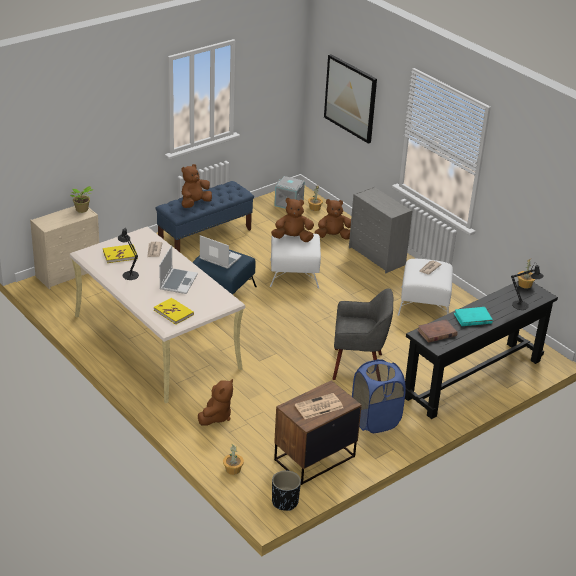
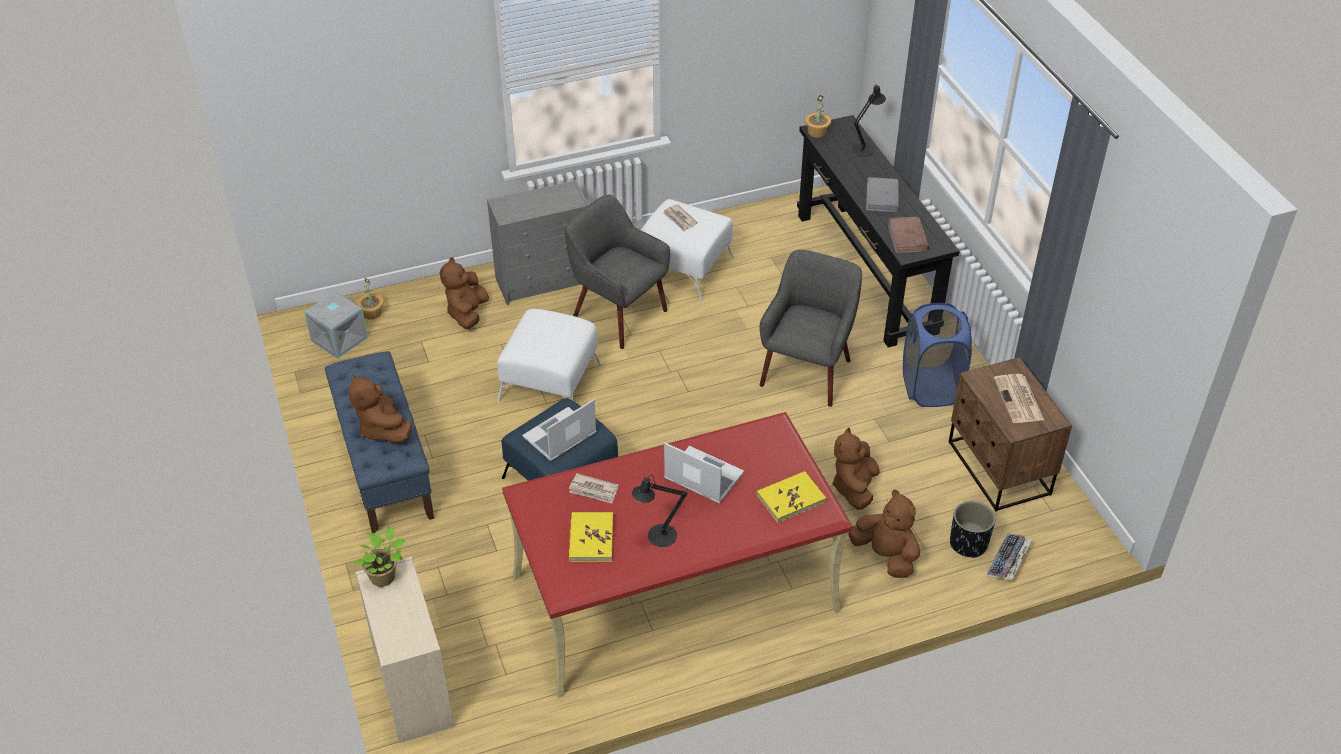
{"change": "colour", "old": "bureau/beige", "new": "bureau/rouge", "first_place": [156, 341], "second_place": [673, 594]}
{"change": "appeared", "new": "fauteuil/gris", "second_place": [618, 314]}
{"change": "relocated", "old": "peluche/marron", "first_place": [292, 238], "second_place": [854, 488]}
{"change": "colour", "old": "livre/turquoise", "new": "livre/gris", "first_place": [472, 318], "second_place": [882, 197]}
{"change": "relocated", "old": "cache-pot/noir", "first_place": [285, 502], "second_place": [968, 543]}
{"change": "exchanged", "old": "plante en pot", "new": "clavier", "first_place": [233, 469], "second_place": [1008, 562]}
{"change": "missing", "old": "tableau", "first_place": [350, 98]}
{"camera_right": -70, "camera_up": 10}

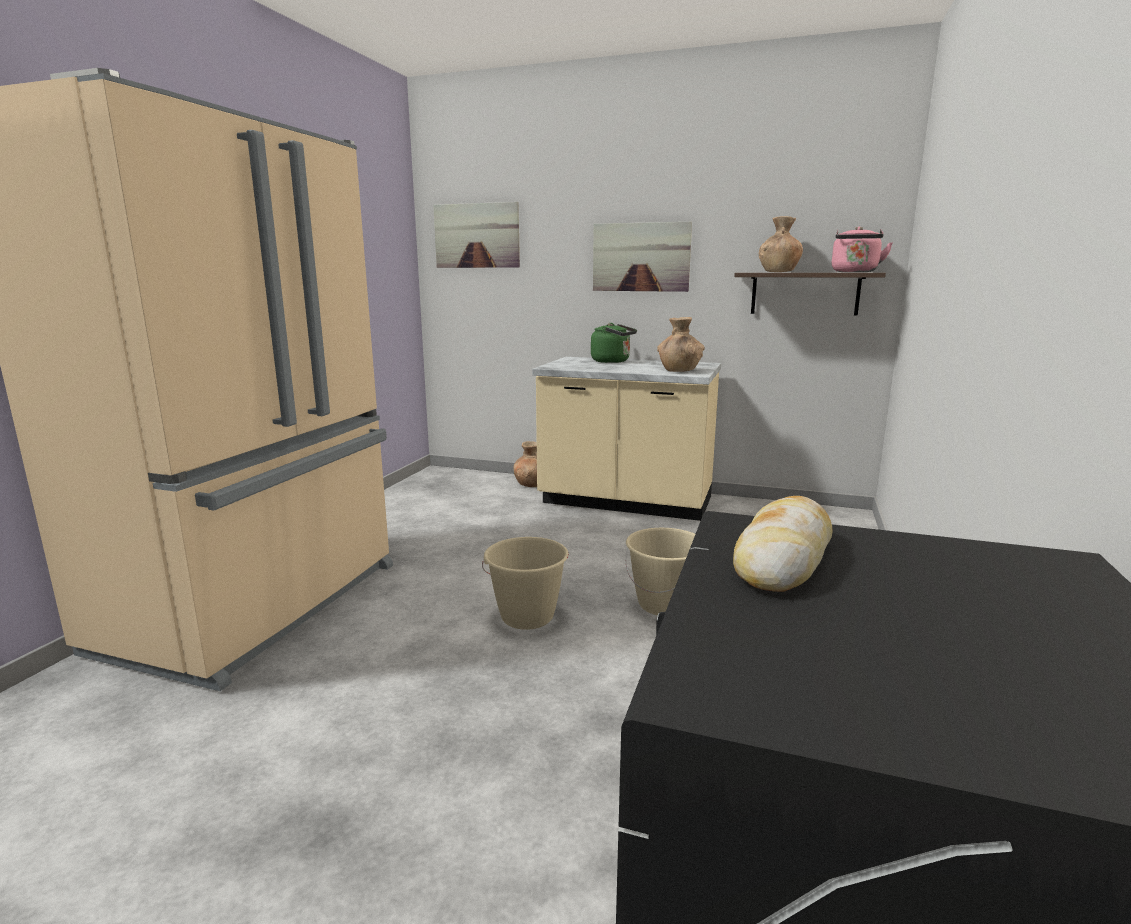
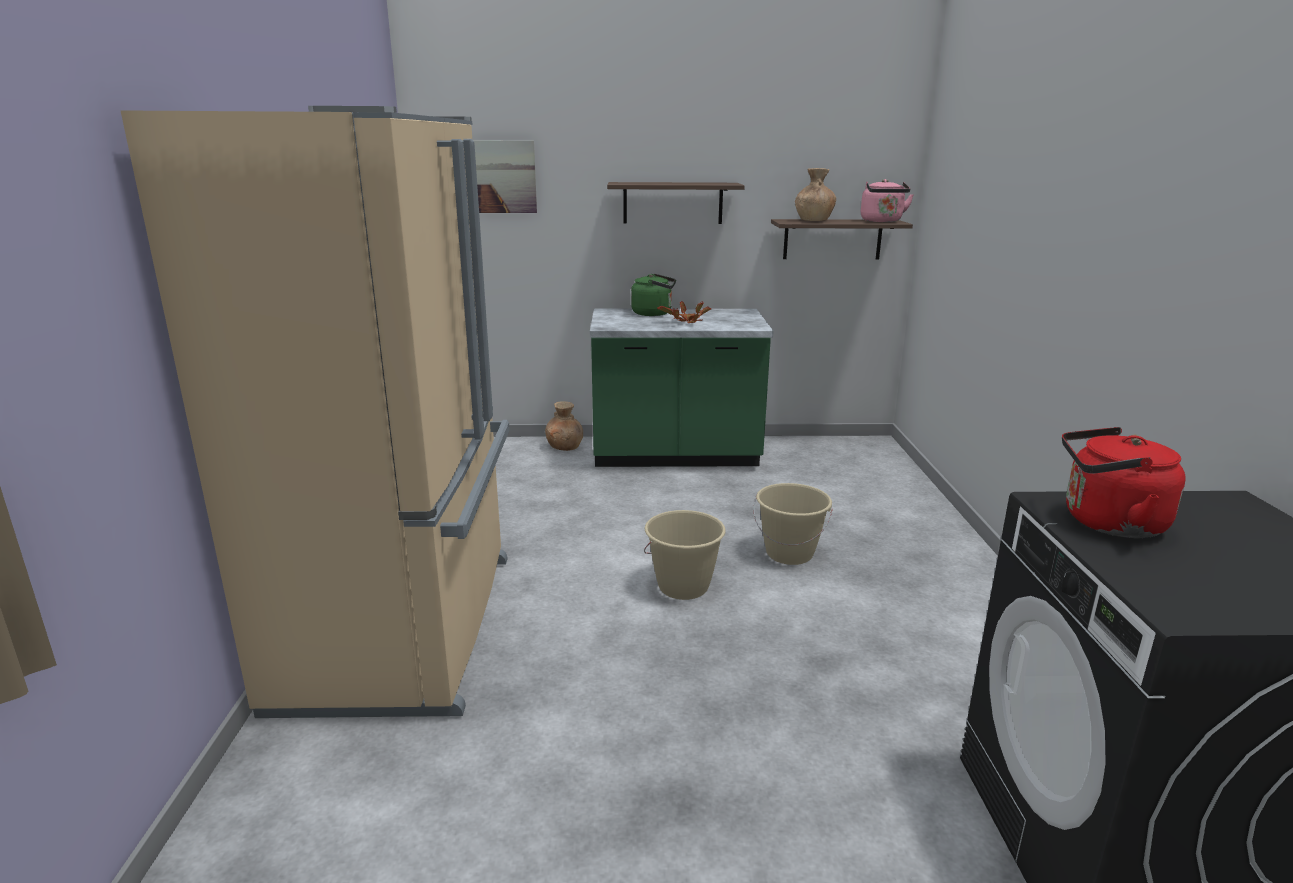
{"change": "colour", "old": "comptoir de cuisine/beige", "new": "comptoir de cuisine/vert", "first_place": [625, 502], "second_place": [675, 455]}
{"change": "exchanged", "old": "tableau", "new": "étagère", "first_place": [641, 257], "second_place": [673, 203]}
{"change": "appeared", "new": "plante en pot", "second_place": [686, 322]}
{"change": "exchanged", "old": "pain", "new": "bouilloire/rouge", "first_place": [784, 558], "second_place": [1107, 523]}
{"change": "missing", "old": "vase/marron", "first_place": [679, 370]}
{"camera_right": -20, "camera_up": 5}

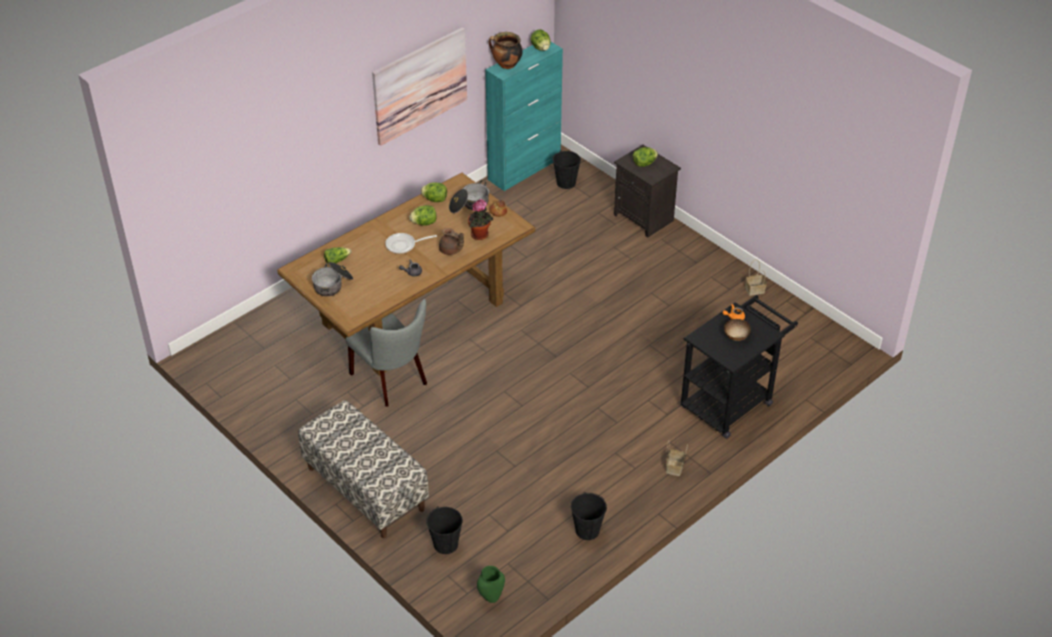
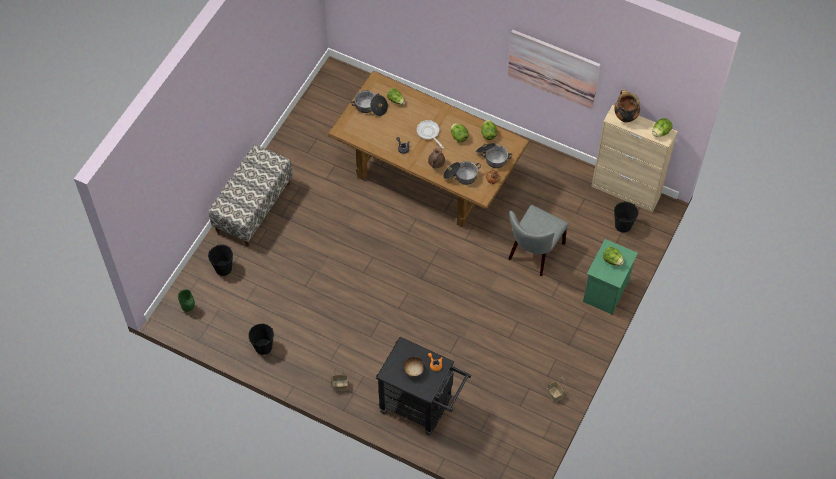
{"change": "exchanged", "old": "plante en pot", "new": "marmite", "first_place": [480, 235], "second_place": [461, 176]}
{"change": "relocated", "old": "chaise/gris", "first_place": [392, 381], "second_place": [534, 253]}
{"change": "colour", "old": "table de chevet/noir", "new": "table de chevet/vert", "first_place": [645, 218], "second_place": [606, 293]}
{"change": "colour", "old": "meuble de rangement/turquoise", "new": "meuble de rangement/beige", "first_place": [525, 169], "second_place": [626, 191]}
{"camera_right": 70, "camera_up": 15}

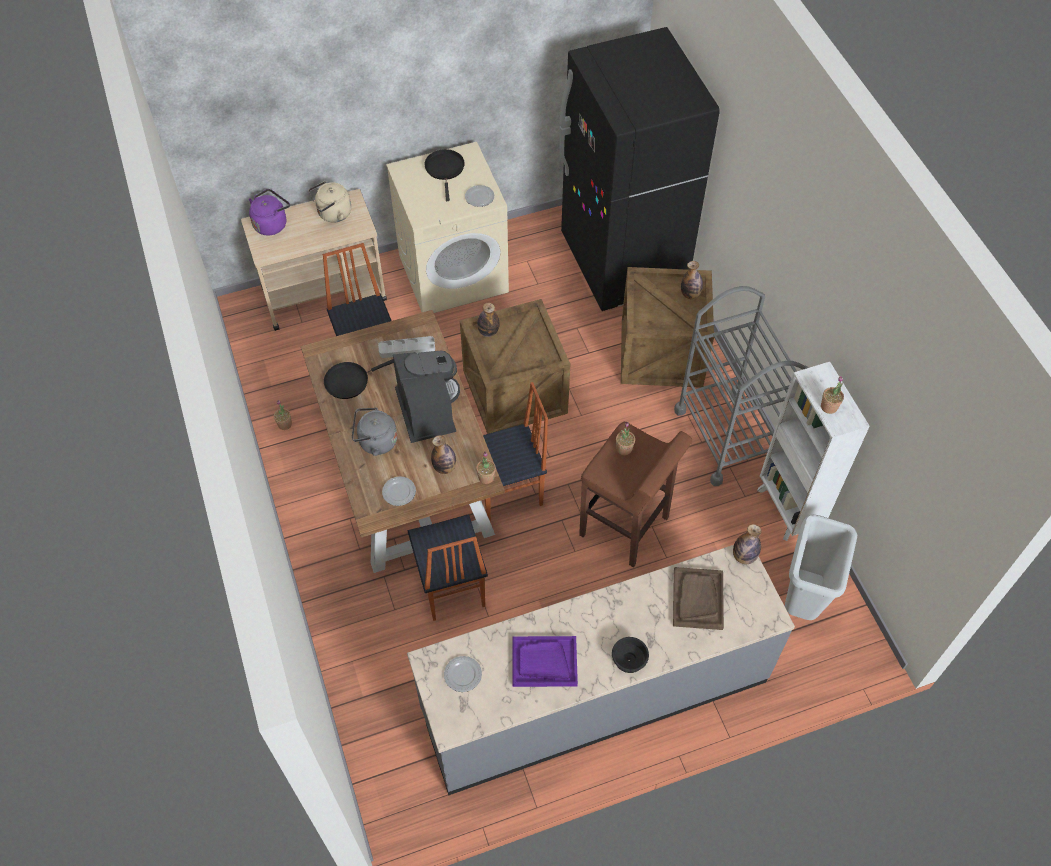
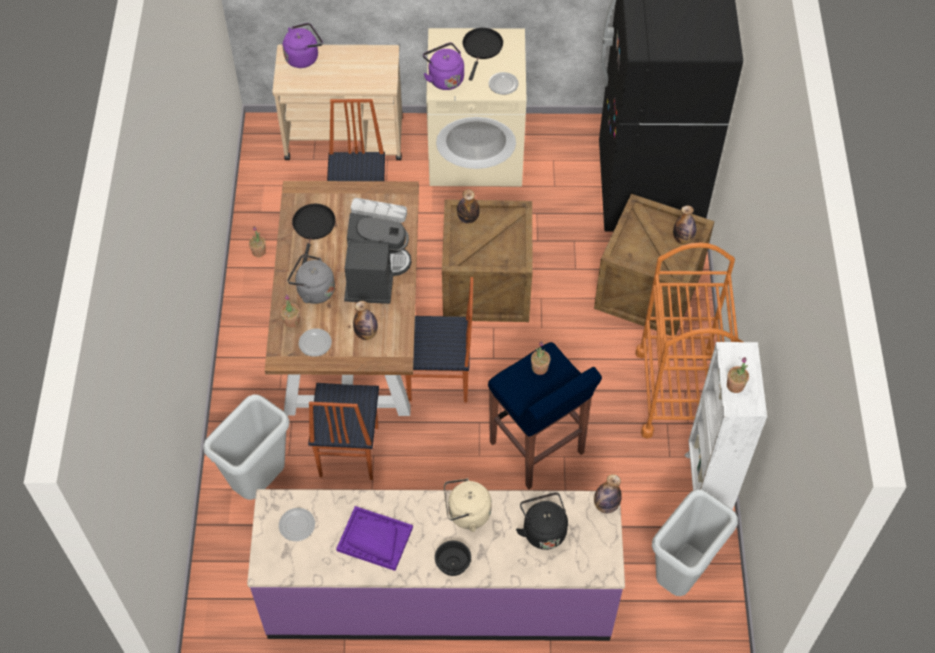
{"change": "appeared", "new": "poubelle/gris", "second_place": [259, 481]}
{"change": "colour", "old": "comptoir de cuisine/gris", "new": "comptoir de cuisine/violet", "first_place": [594, 695], "second_place": [439, 595]}
{"change": "relocated", "old": "plante en pot", "first_place": [486, 477], "second_place": [291, 321]}
{"change": "spun", "old": "poêle/noir", "first_place": [349, 381], "second_place": [313, 226], "degrees": 105}
{"change": "appeared", "new": "bouilloire/violet", "second_place": [444, 78]}
{"change": "relocated", "old": "bouilloire/beige", "first_place": [332, 214], "second_place": [466, 514]}
{"change": "colour", "old": "tabouret/marron", "new": "tabouret/bleu", "first_place": [625, 527], "second_place": [537, 449]}
{"change": "exchanged", "old": "plateau/marron", "new": "bouilloire/noir", "first_place": [697, 599], "second_place": [543, 530]}
{"change": "colour", "old": "chariot/gris", "new": "chariot/orange", "first_place": [727, 436], "second_place": [677, 392]}
{"camera_right": 20, "camera_up": 0}

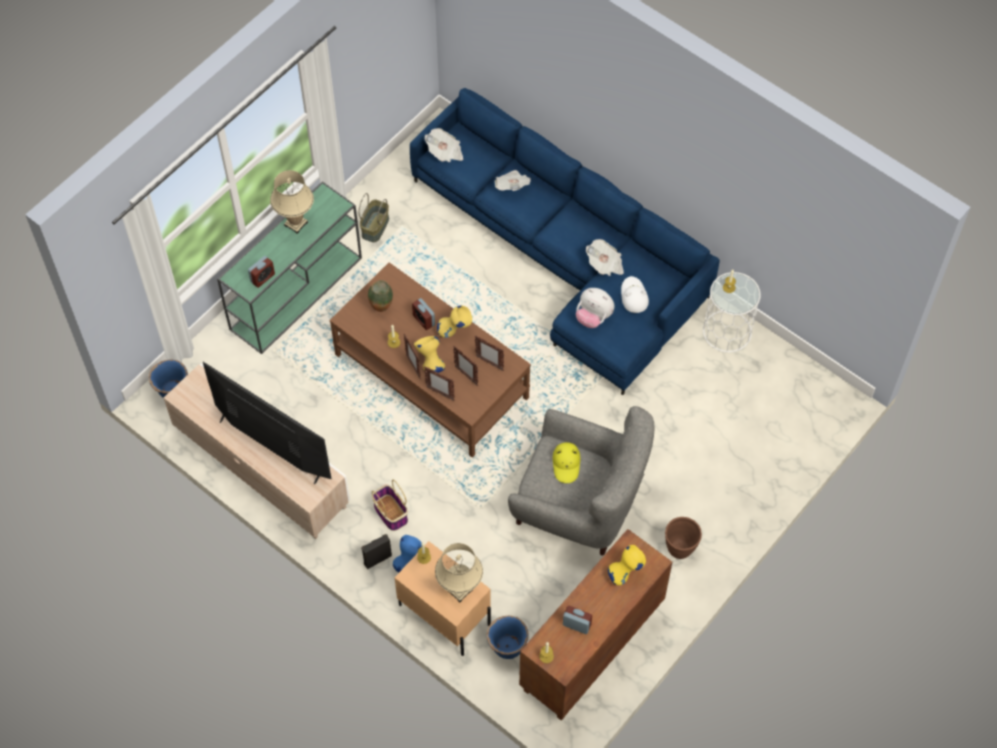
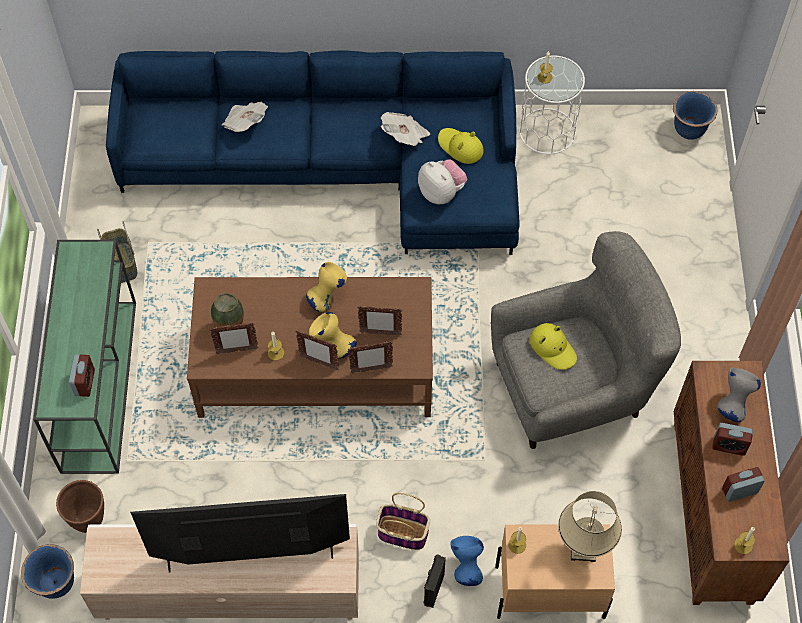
{"change": "relocated", "old": "cache-pot/marron", "first_place": [680, 549], "second_place": [88, 519]}
{"change": "relocated", "old": "cadre photo", "first_place": [489, 363], "second_place": [237, 350]}
{"change": "spun", "old": "peluche", "first_place": [593, 317], "second_place": [441, 192], "degrees": -120}
{"change": "colour", "old": "chapeau/blanc", "new": "chapeau/jaune", "first_place": [634, 296], "second_place": [460, 147]}
{"change": "relocated", "old": "cache-pot/bleu", "first_place": [507, 647], "second_place": [689, 130]}
{"change": "relocated", "old": "réveil", "first_place": [424, 320], "second_place": [729, 446]}
{"change": "colour", "old": "vase/jaune", "new": "vase/gris", "first_place": [625, 573], "second_place": [732, 404]}
{"change": "missing", "old": "lampe de table/beige", "first_place": [296, 223]}
{"change": "missing", "old": "journal", "first_place": [445, 152]}
{"camera_right": -40, "camera_up": 0}

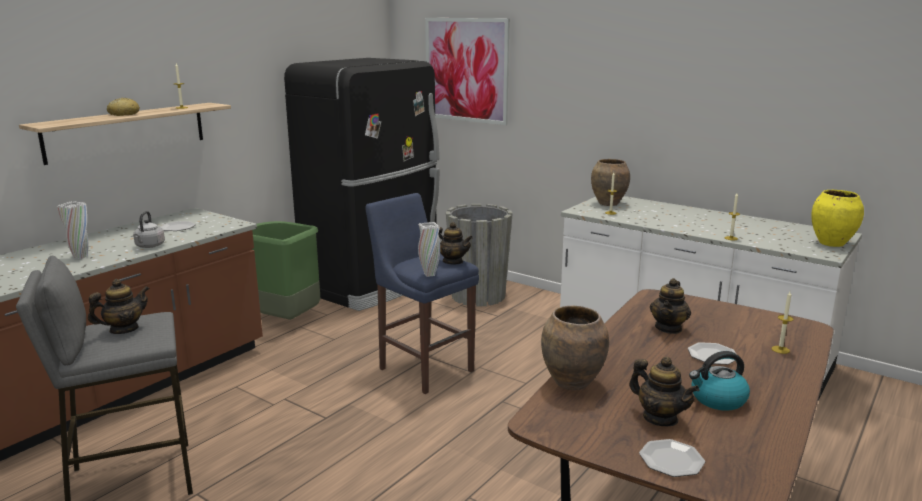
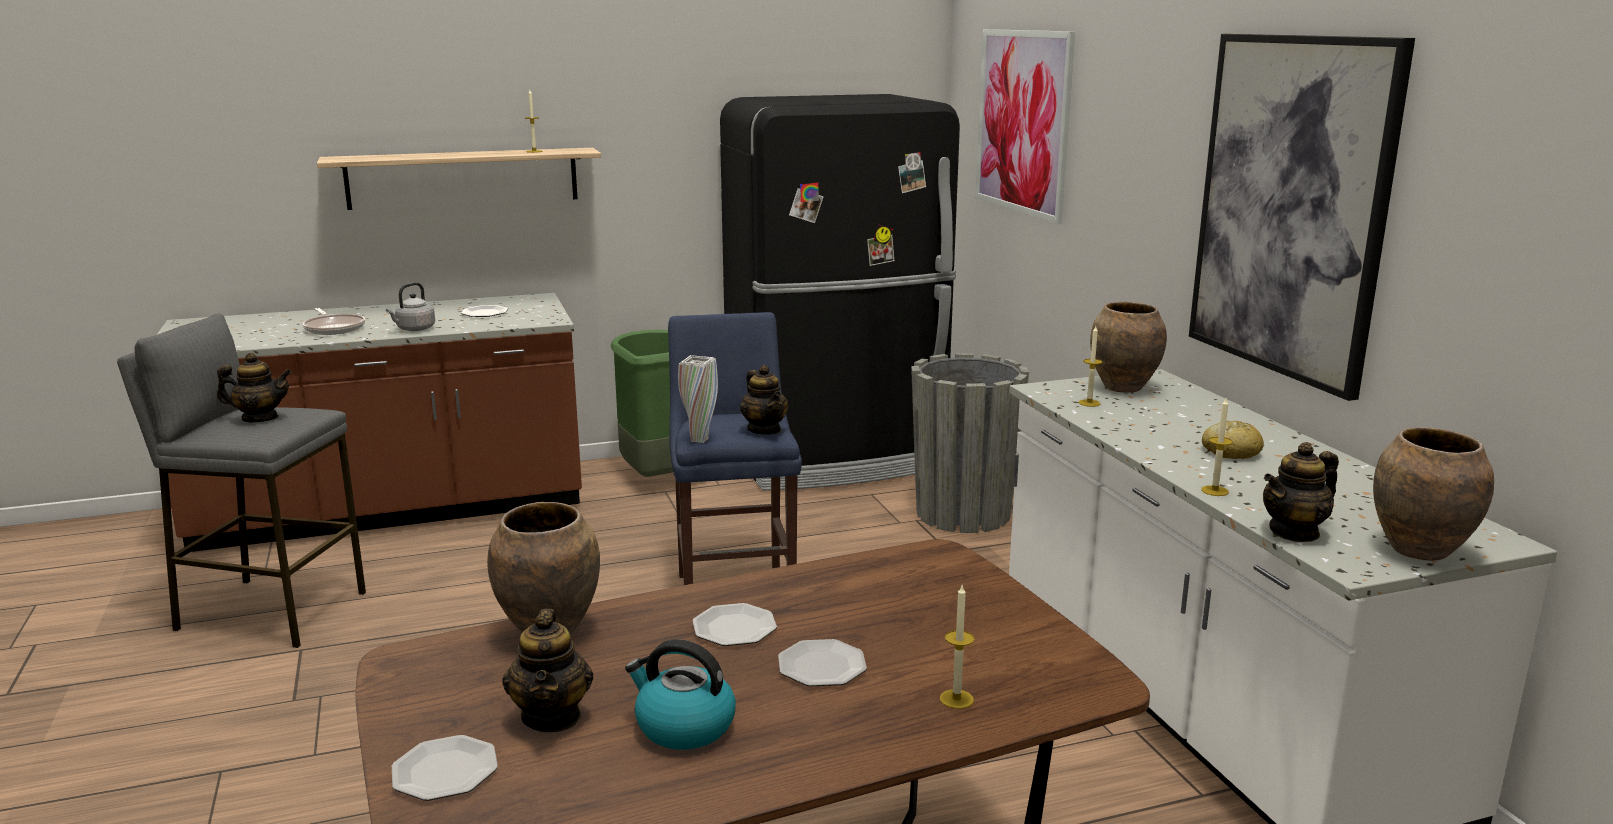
{"change": "exchanged", "old": "vase/blanc", "new": "poêle", "first_place": [80, 257], "second_place": [334, 328]}
{"change": "appeared", "new": "assiette", "second_place": [735, 628]}
{"change": "appeared", "new": "tableau", "second_place": [1291, 207]}
{"change": "relocated", "old": "pain", "first_place": [123, 114], "second_place": [1230, 452]}
{"change": "relocated", "old": "théière", "first_place": [668, 328], "second_place": [1294, 532]}
{"change": "colour", "old": "vase/jaune", "new": "vase/marron", "first_place": [831, 243], "second_place": [1419, 550]}
{"camera_right": 35, "camera_up": 0}

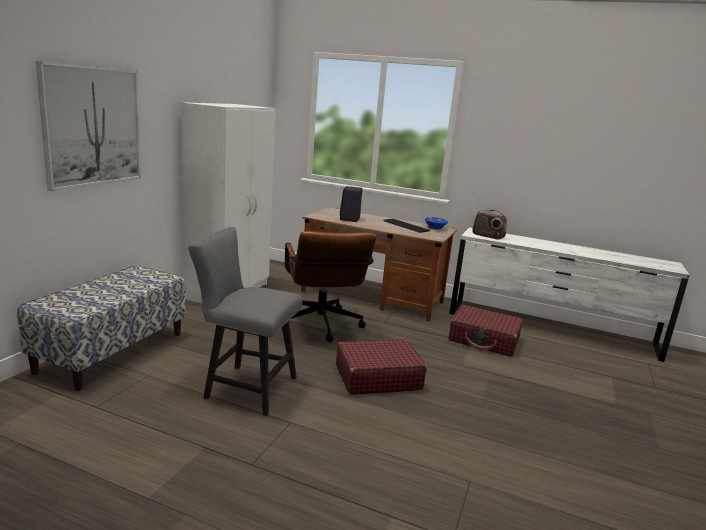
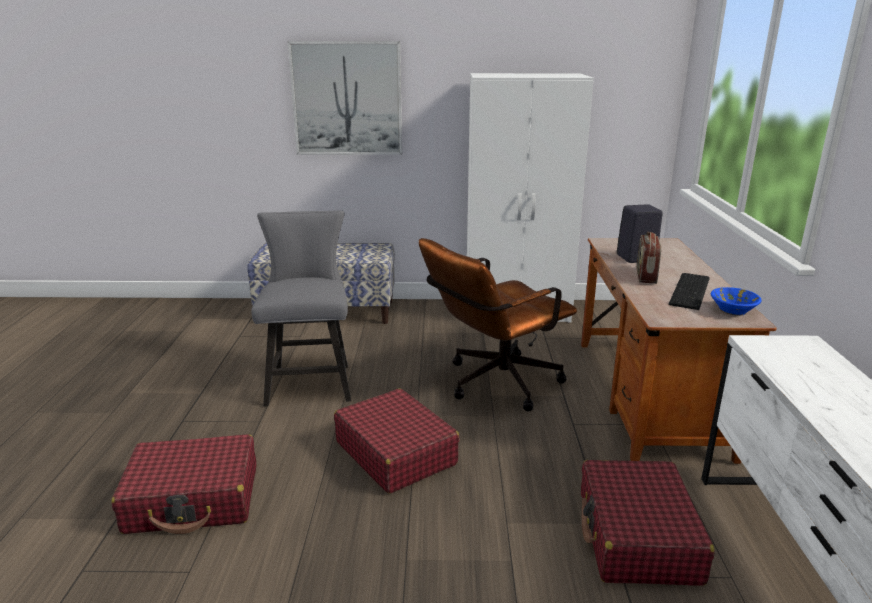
{"change": "appeared", "new": "valise/rouge", "second_place": [193, 499]}
{"change": "relocated", "old": "radio", "first_place": [488, 236], "second_place": [645, 276]}
{"camera_right": 70, "camera_up": 5}

